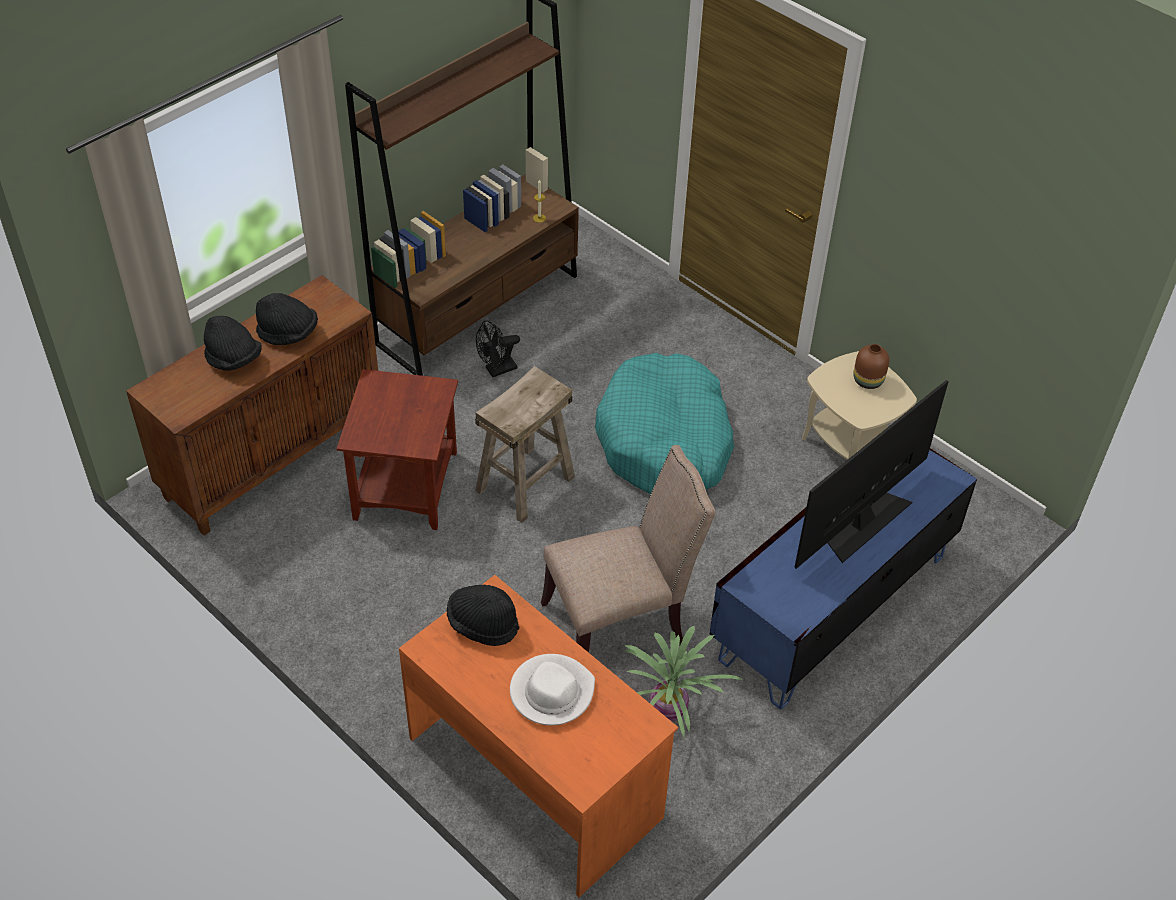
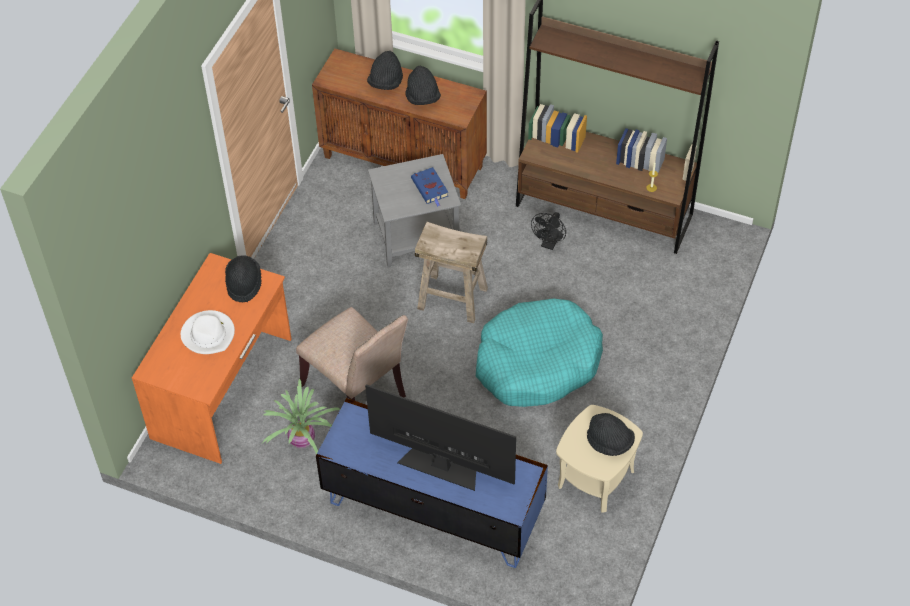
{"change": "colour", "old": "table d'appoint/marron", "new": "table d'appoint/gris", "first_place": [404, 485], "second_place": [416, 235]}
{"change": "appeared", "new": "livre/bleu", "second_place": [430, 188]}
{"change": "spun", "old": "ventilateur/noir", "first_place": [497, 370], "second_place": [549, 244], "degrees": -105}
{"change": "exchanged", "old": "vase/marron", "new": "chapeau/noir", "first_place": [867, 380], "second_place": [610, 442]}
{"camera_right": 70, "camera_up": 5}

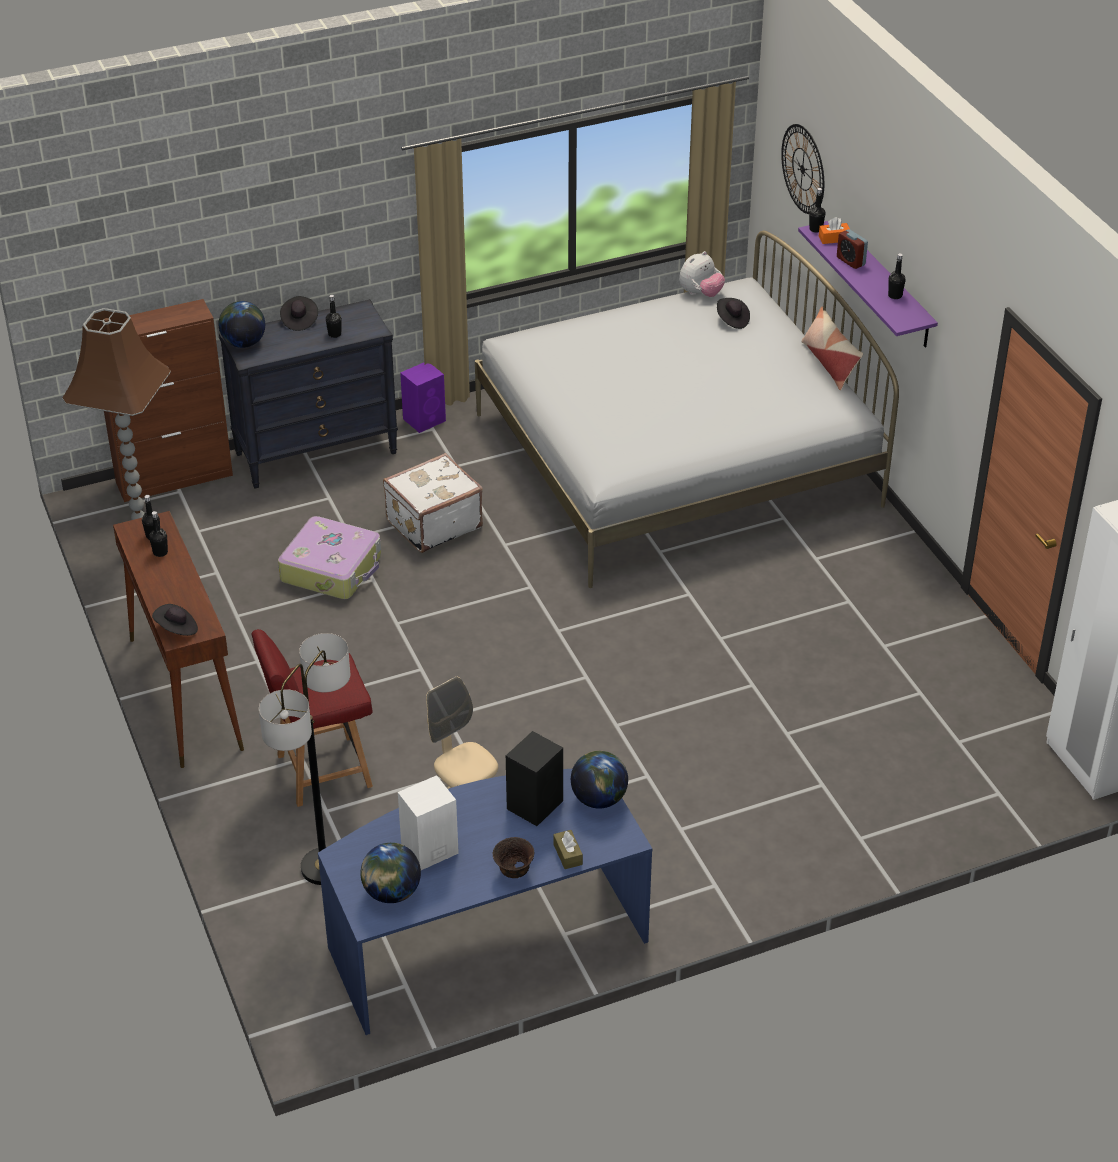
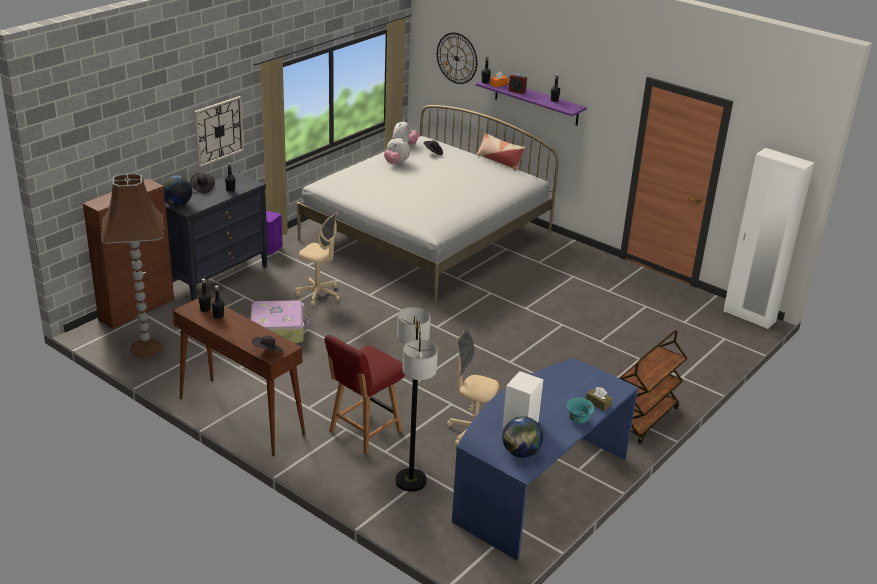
{"change": "appeared", "new": "horloge murale", "second_place": [218, 131]}
{"change": "exchanged", "old": "valise/blanc", "new": "chaise de bureau/beige", "first_place": [432, 523], "second_place": [318, 294]}
{"change": "appeared", "new": "peluche", "second_place": [396, 163]}
{"change": "colour", "old": "bol/marron", "new": "bol/turquoise", "first_place": [514, 872], "second_place": [578, 421]}
{"change": "appeared", "new": "chariot/marron", "second_place": [645, 420]}
{"change": "missing", "old": "enceinte/noir", "first_place": [535, 804]}
{"change": "missing", "old": "globe", "first_place": [599, 799]}
{"camera_right": -30, "camera_up": -10}

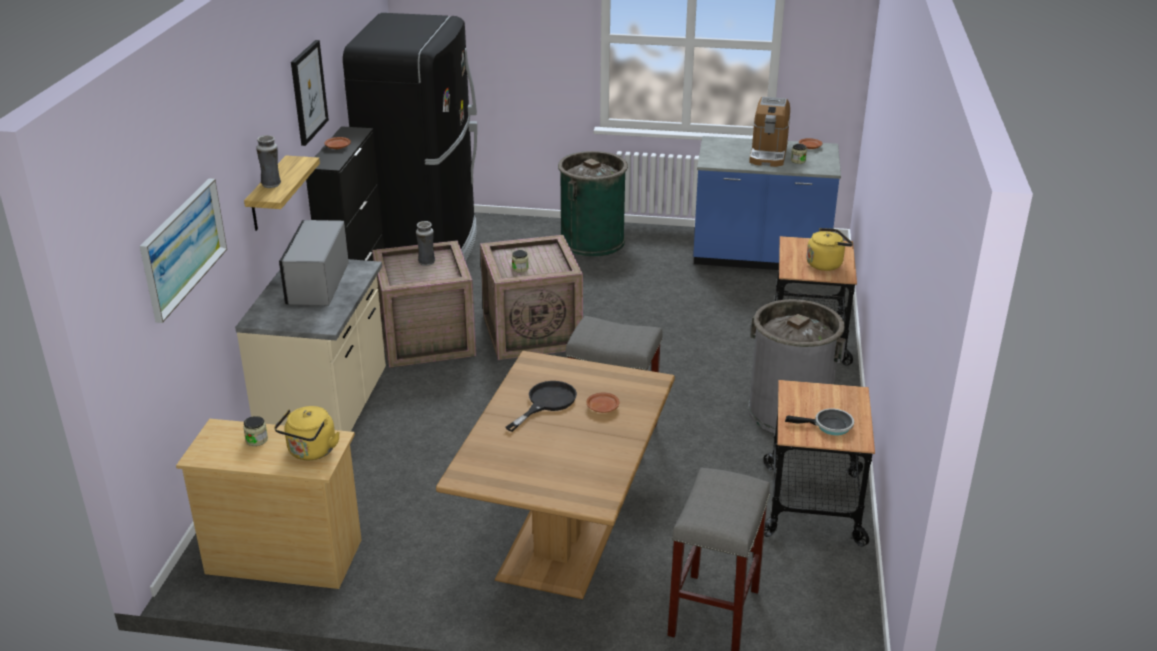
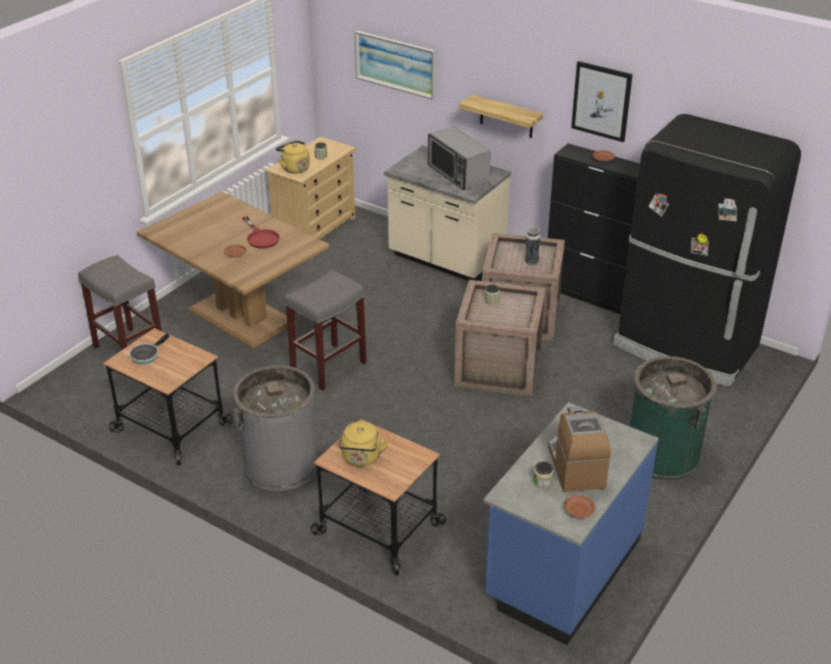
{"change": "colour", "old": "poêle/noir", "new": "poêle/rouge", "first_place": [546, 403], "second_place": [261, 237]}
{"change": "spun", "old": "micro-ondes", "first_place": [317, 284], "second_place": [457, 174], "degrees": -150}
{"change": "spun", "old": "machine à café", "first_place": [768, 154], "second_place": [576, 467], "degrees": 45}
{"change": "missing", "old": "vase", "first_place": [272, 185]}
{"camera_right": 115, "camera_up": 5}

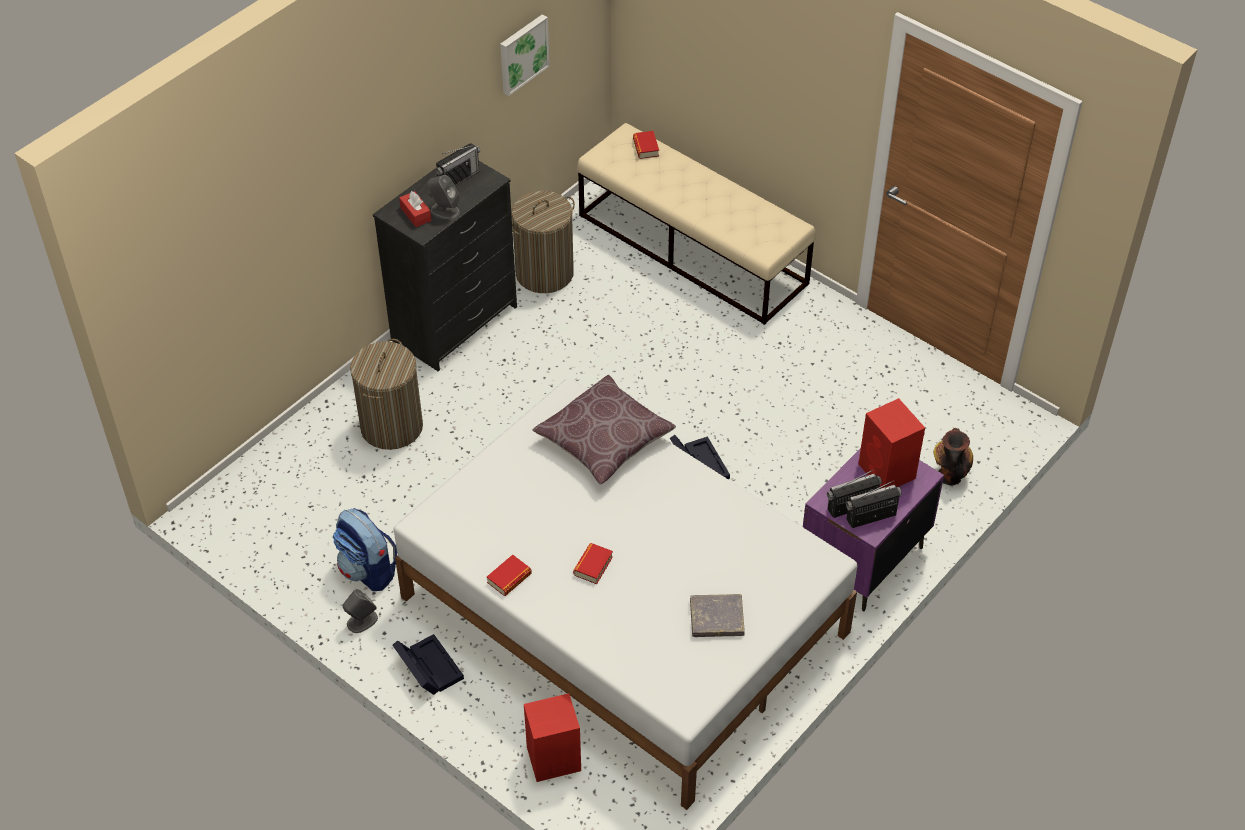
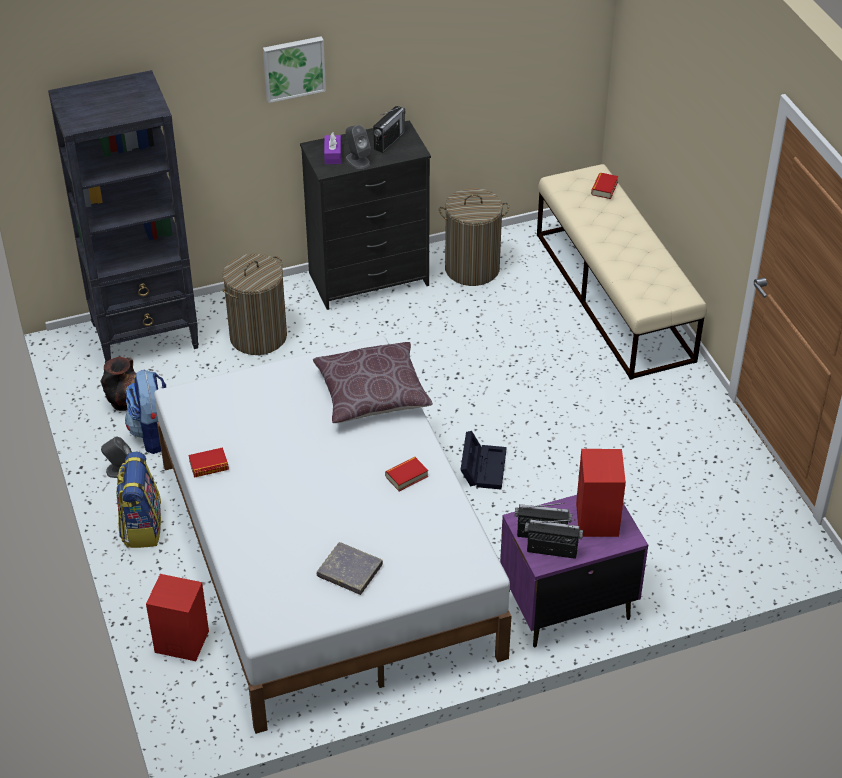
{"change": "appeared", "new": "bibliothèque/noir", "second_place": [146, 336]}
{"change": "relocated", "old": "vase", "first_place": [949, 475], "second_place": [123, 402]}
{"change": "exchanged", "old": "boîte de rangement/noir", "new": "sac à dos", "first_place": [427, 667], "second_place": [141, 526]}
{"change": "relocated", "old": "tableau", "first_place": [522, 53], "second_place": [293, 67]}
{"change": "colour", "old": "boîte à mouchoirs/rouge", "new": "boîte à mouchoirs/violet", "first_place": [415, 214], "second_place": [333, 155]}
{"change": "spun", "old": "radio", "first_place": [458, 179], "second_place": [389, 141], "degrees": -45}
{"change": "relocated", "old": "livre", "first_place": [593, 566], "second_place": [406, 476]}
{"camera_right": 30, "camera_up": -5}

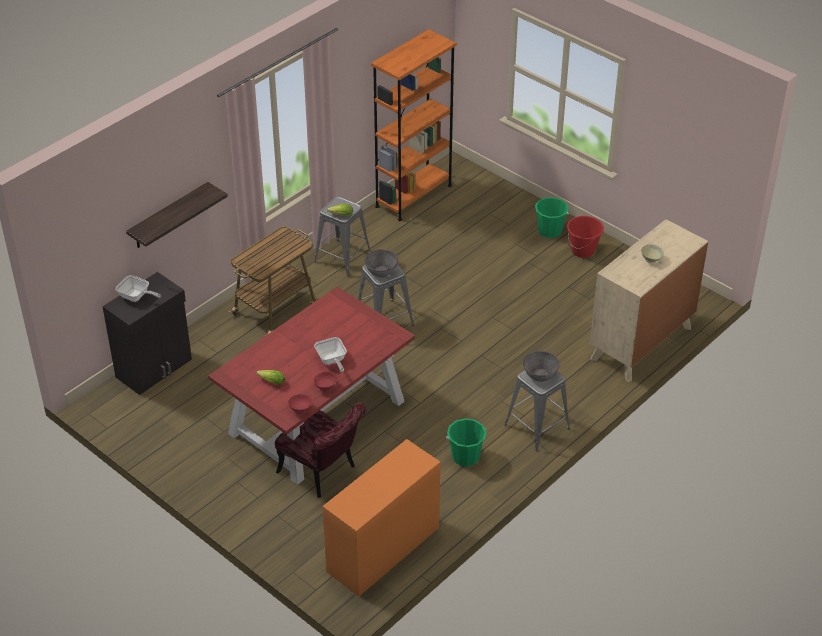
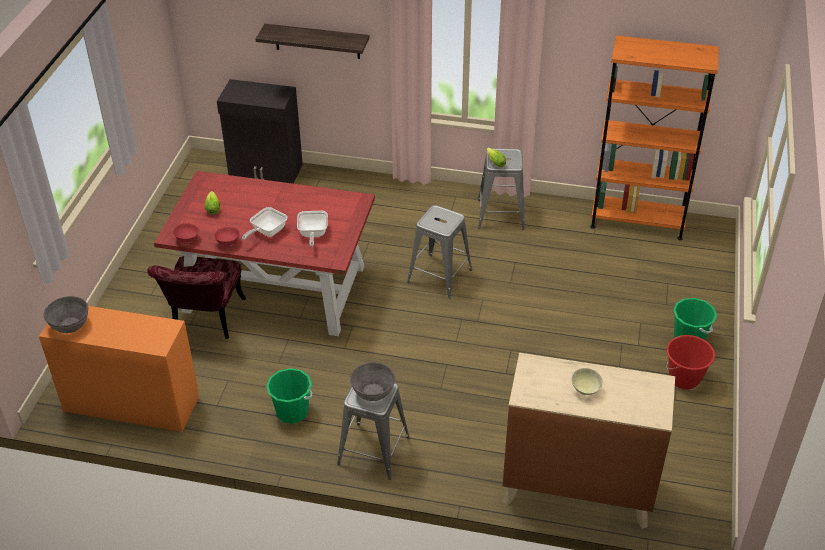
{"change": "relocated", "old": "bol/gris", "first_place": [381, 271], "second_place": [70, 324]}
{"change": "relocated", "old": "poêle", "first_place": [136, 297], "second_place": [312, 235]}
{"change": "missing", "old": "chariot", "first_place": [275, 310]}
{"camera_right": 60, "camera_up": 0}

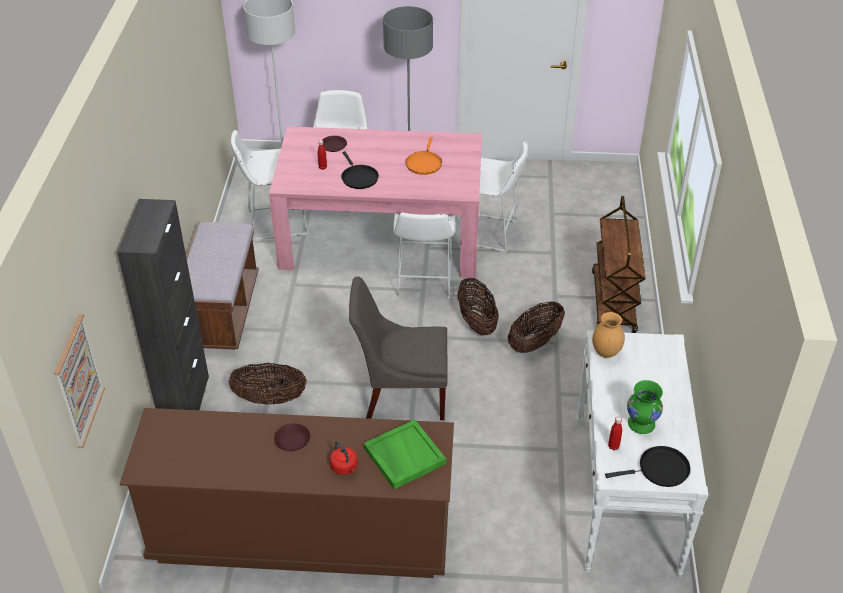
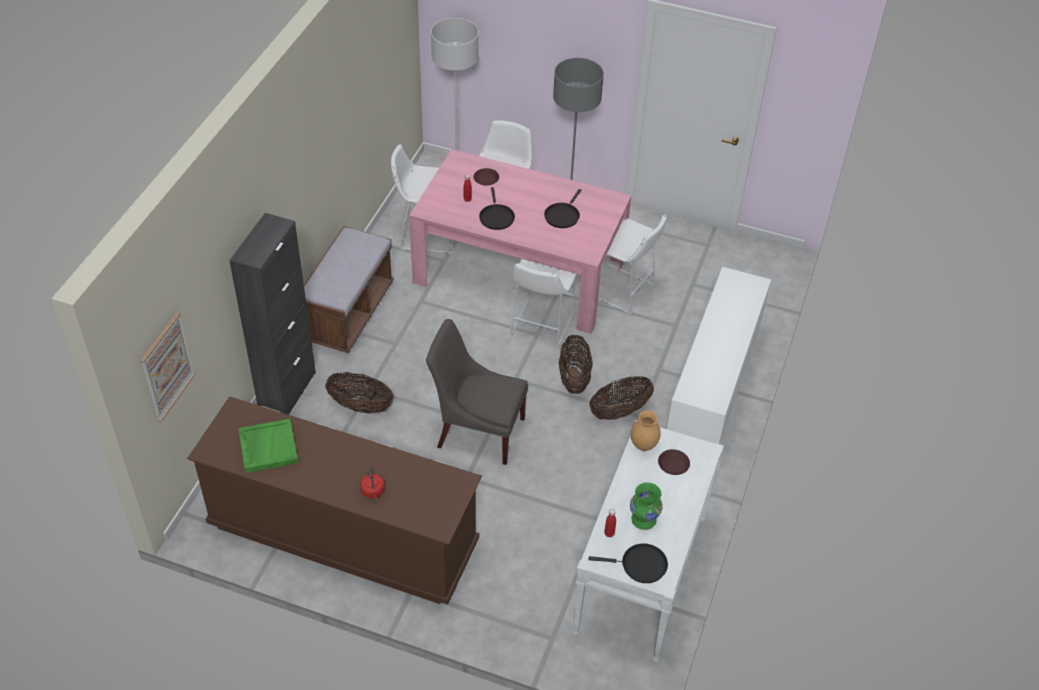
{"change": "relocated", "old": "plateau/vert", "first_place": [403, 456], "second_place": [268, 447]}
{"change": "colour", "old": "poêle/orange", "new": "poêle/noir", "first_place": [424, 163], "second_place": [562, 215]}
{"change": "relocated", "old": "assiette/marron", "first_place": [292, 440], "second_place": [673, 464]}
{"change": "exchanged", "old": "chariot/marron", "new": "meuble de rangement/blanc", "first_place": [613, 302], "second_place": [712, 390]}
{"camera_right": 15, "camera_up": 5}

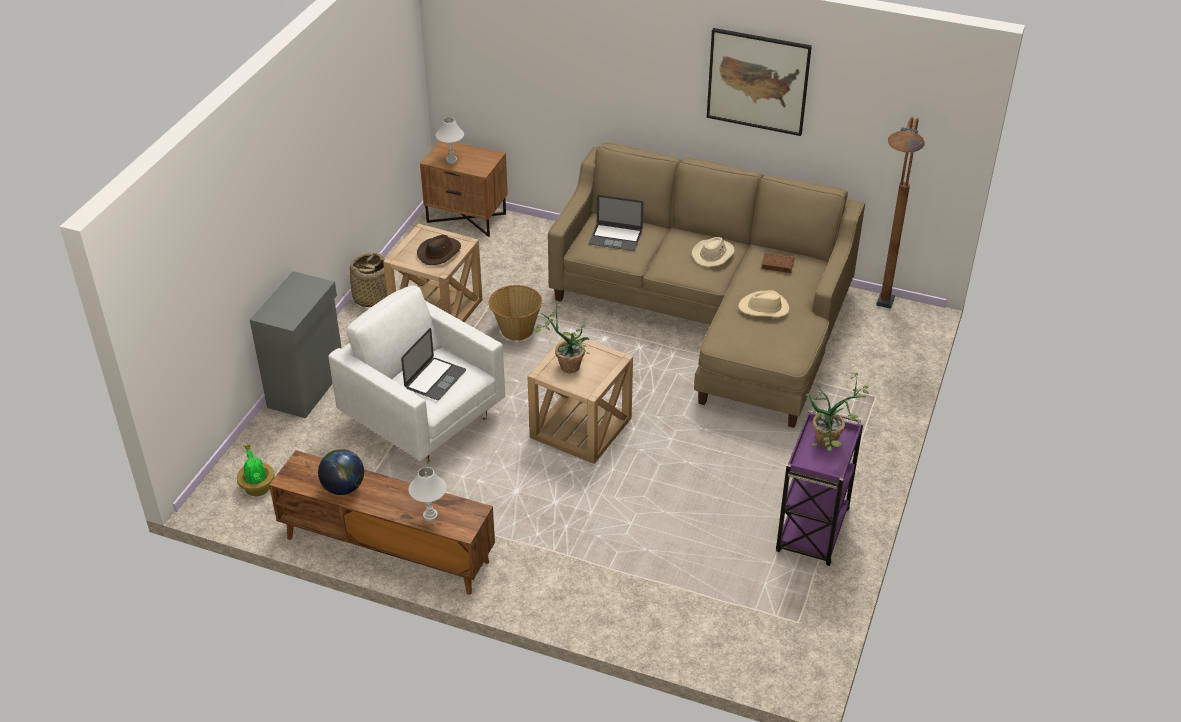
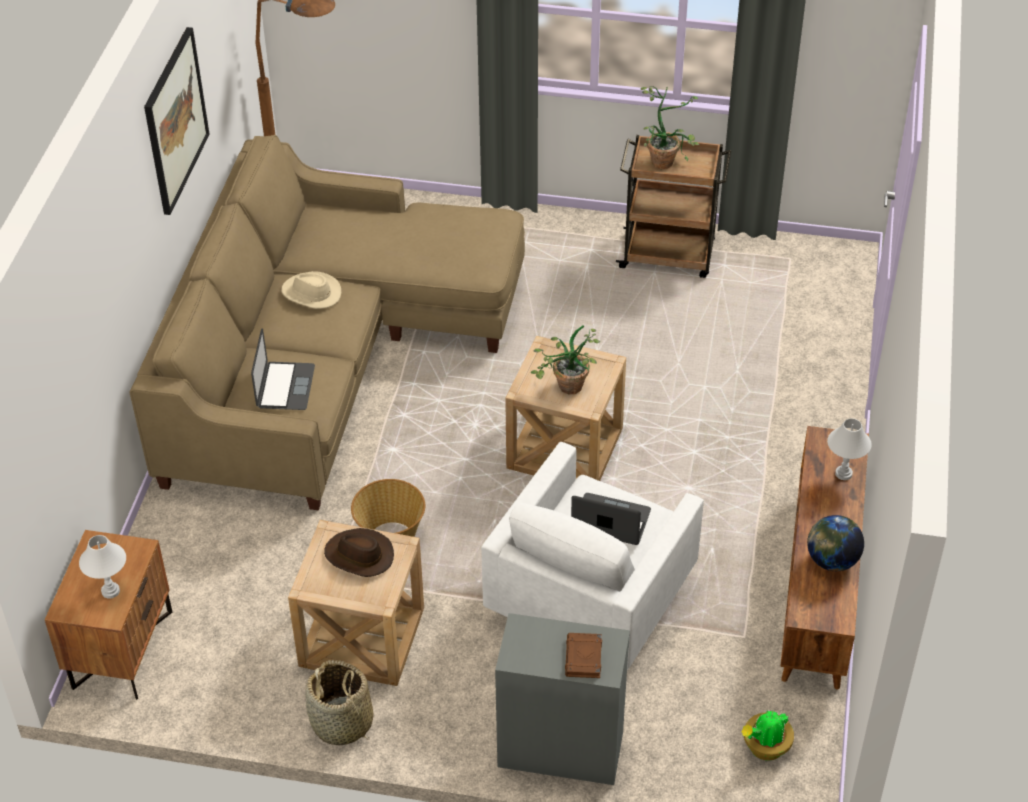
{"change": "relocated", "old": "livre/marron", "first_place": [777, 264], "second_place": [584, 658]}
{"change": "colour", "old": "chariot/violet", "new": "chariot/marron", "first_place": [812, 532], "second_place": [669, 255]}
{"change": "missing", "old": "chapeau/beige", "first_place": [764, 308]}
{"camera_right": -100, "camera_up": 5}

